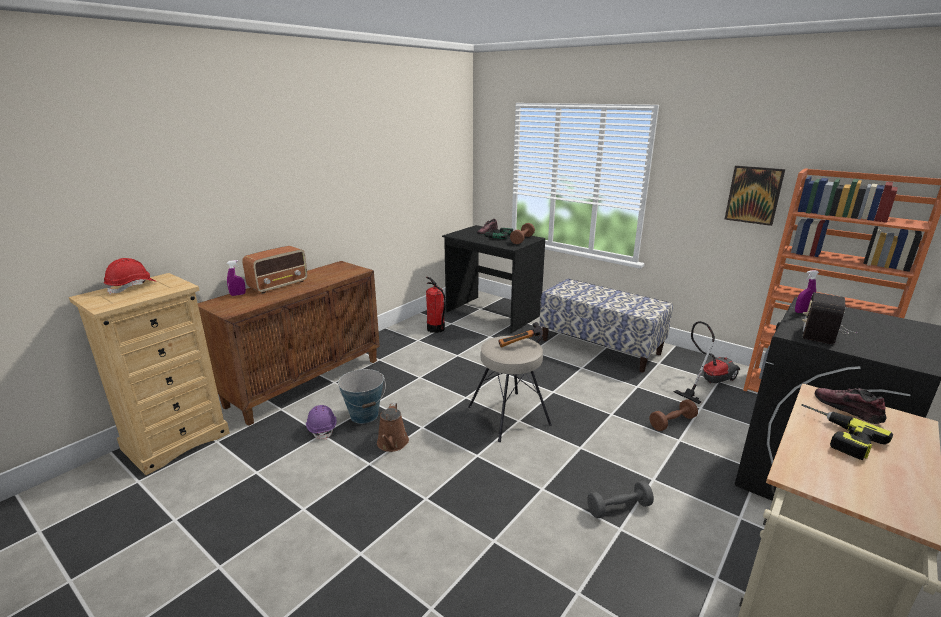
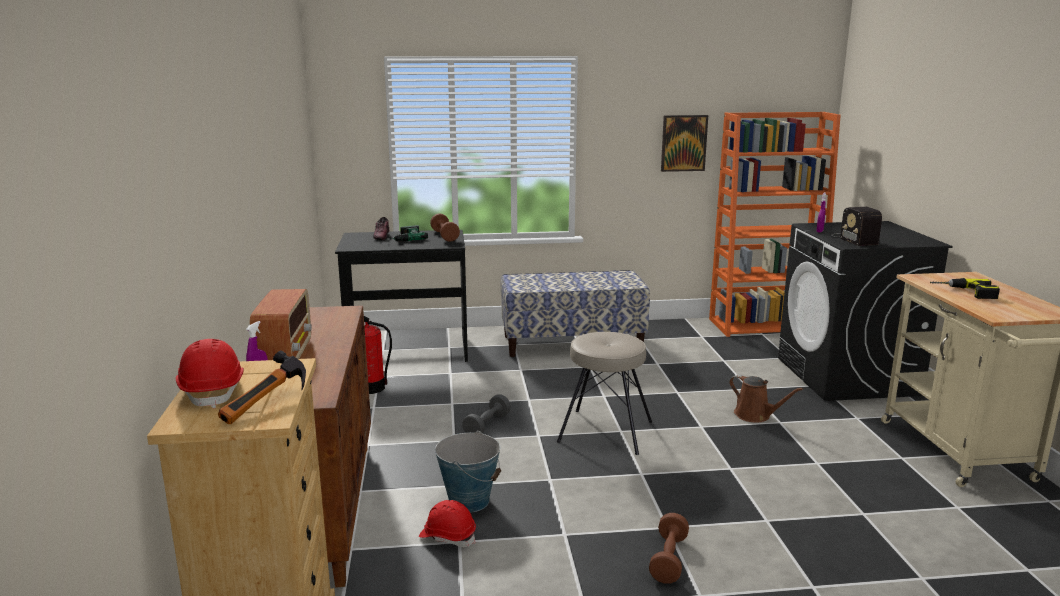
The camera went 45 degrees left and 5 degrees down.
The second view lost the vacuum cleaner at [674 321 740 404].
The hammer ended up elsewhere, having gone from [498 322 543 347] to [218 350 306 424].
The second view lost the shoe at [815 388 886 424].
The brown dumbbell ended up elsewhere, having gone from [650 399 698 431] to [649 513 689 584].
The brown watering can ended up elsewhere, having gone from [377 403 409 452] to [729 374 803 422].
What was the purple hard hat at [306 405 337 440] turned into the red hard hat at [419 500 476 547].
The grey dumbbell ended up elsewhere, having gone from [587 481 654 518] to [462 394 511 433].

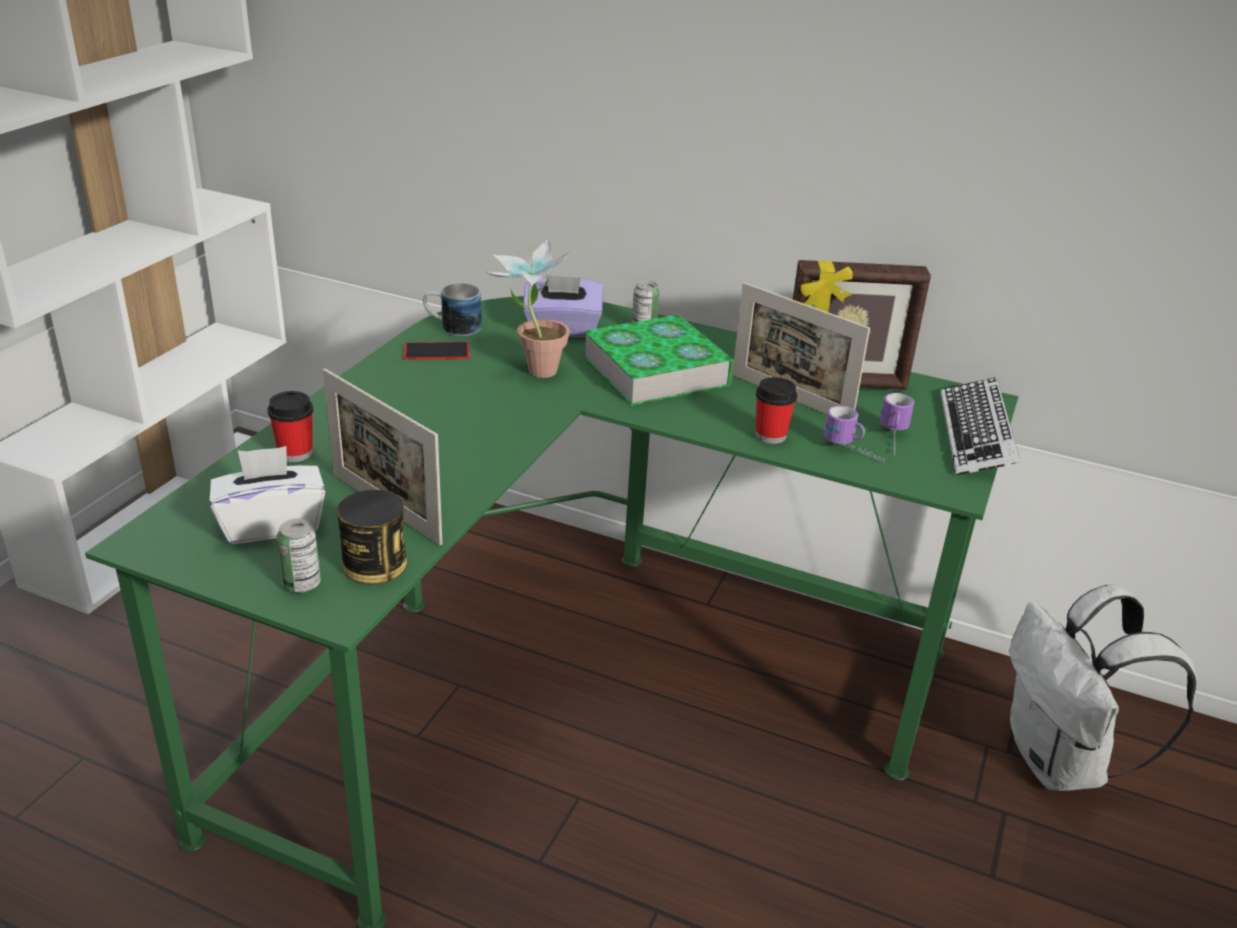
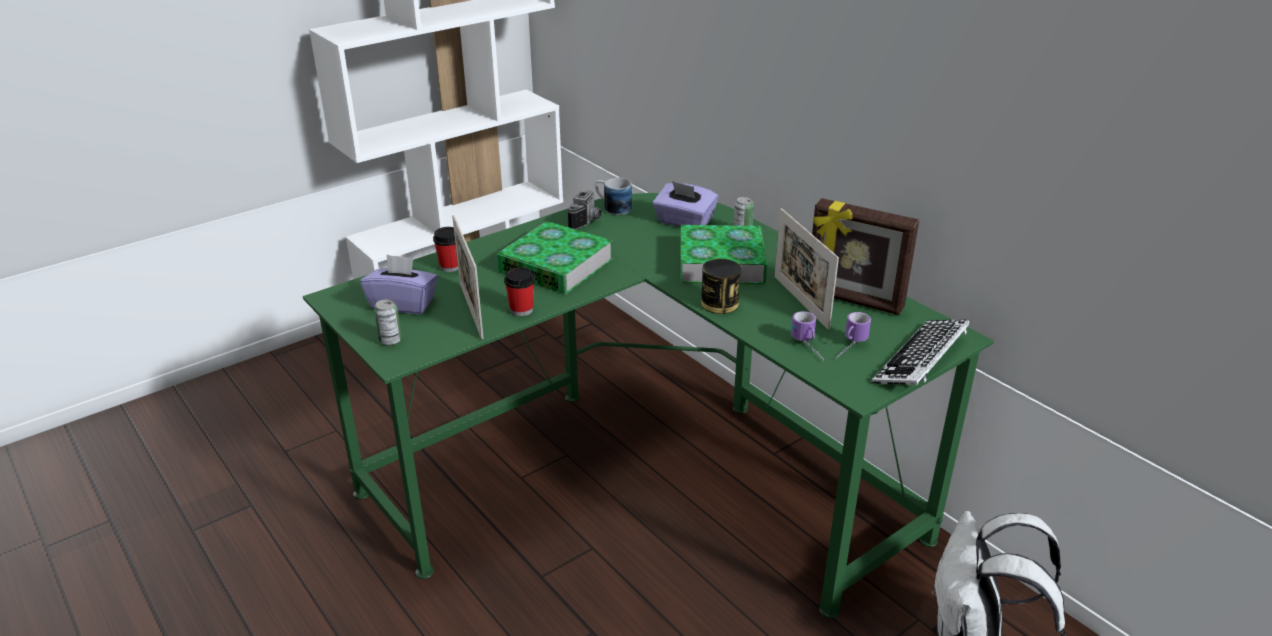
The camera went 30 degrees right and 0 degrees up.
The second view lost the potted plant at [487 238 570 378].
Where the phone stood at [404 342 470 360], the photo camera came to stand at [568 190 601 229].
The cup ended up elsewhere, having gone from [755 377 797 444] to [504 267 535 316].
What was the white tissue box at [210 446 325 544] turned into the purple tissue box at [360 255 438 314].
The can ended up elsewhere, having gone from [337 490 407 584] to [701 259 741 314].
The second view gained the book at [497 221 613 294].

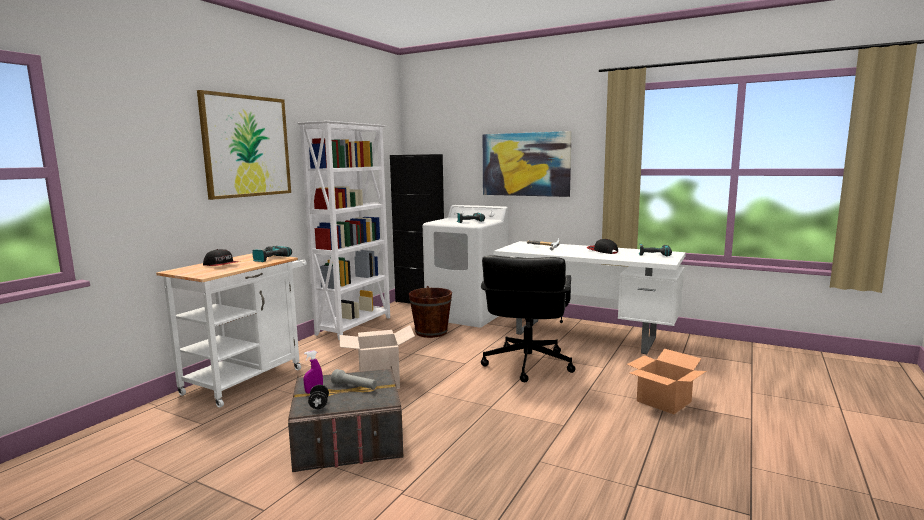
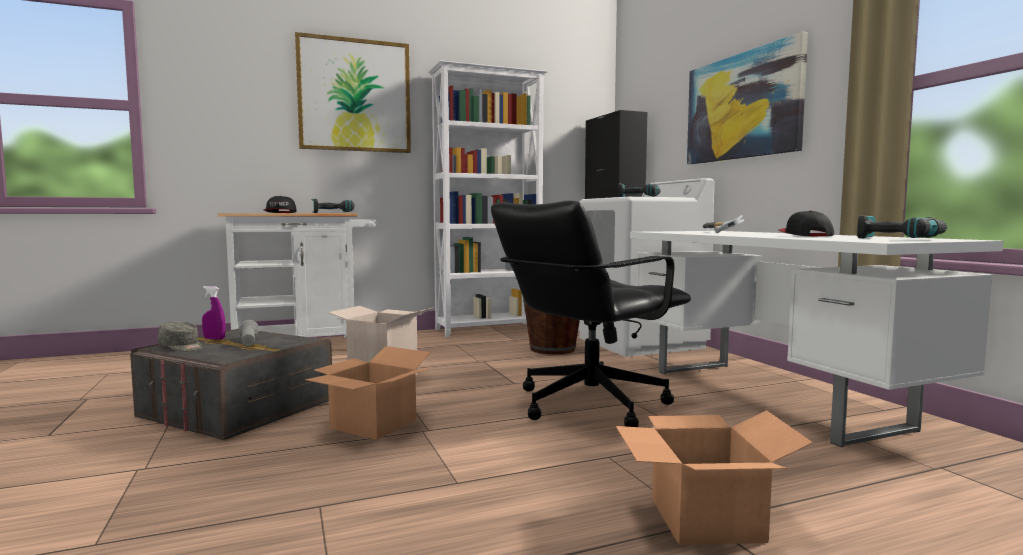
The camera went 40 degrees right and 5 degrees down.
Where the black dumbbell stood at [308 385 329 409], the grey cap came to stand at [158 321 203 352].
The second view gained the cardboard box at [305 346 431 440].

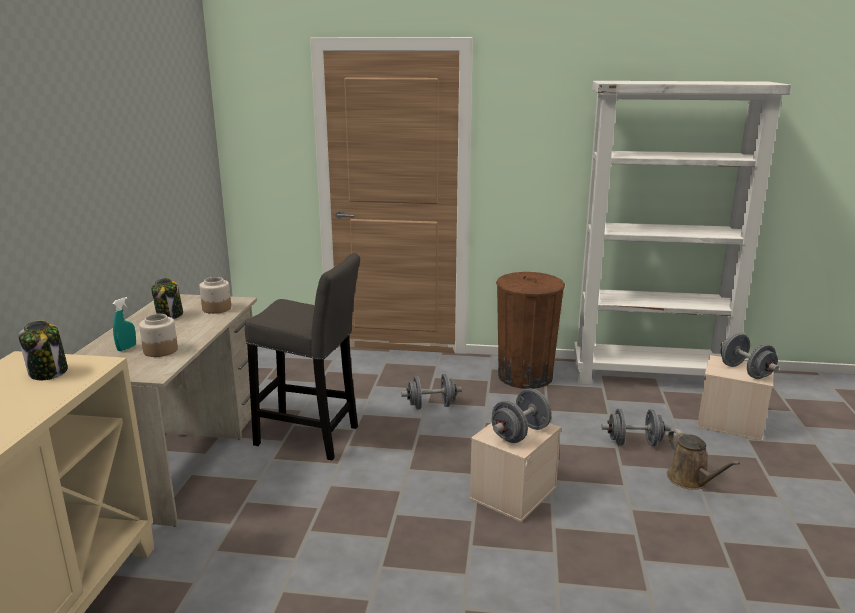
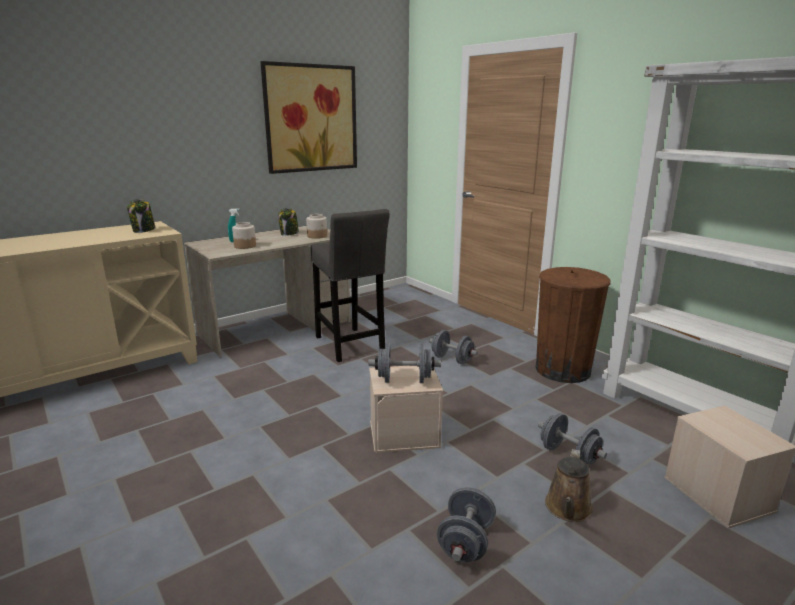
The camera went 45 degrees right and 0 degrees up.
The grey dumbbell ended up elsewhere, having gone from [721 333 779 379] to [437 487 496 563].
The second view gained the picture at [260 61 357 174].

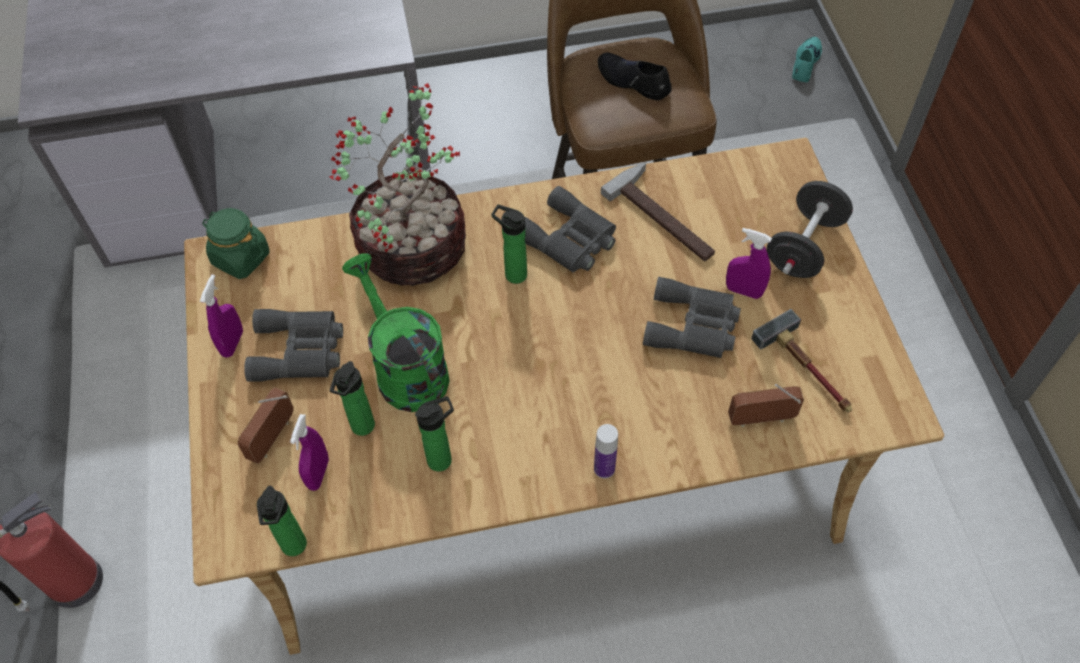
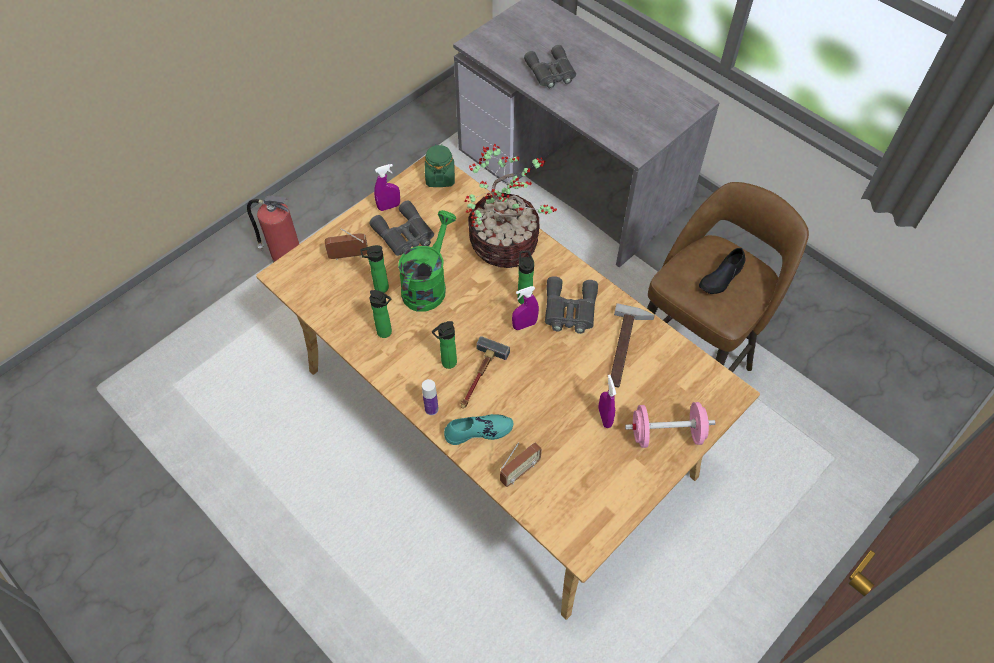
The camera went 55 degrees right and 0 degrees up.
The turquoise shoe ended up elsewhere, having gone from [792 37 822 82] to [444 414 513 445].
The black shoe at [598 53 672 100] ended up facing another way, 135 degrees counterclockwise from before.
What was the black dumbbell at [767 181 853 278] turned into the pink dumbbell at [625 402 715 448].
The grey binoculars ended up elsewhere, having gone from [643 277 741 358] to [524 45 576 88].
The hammer ended up elsewhere, having gone from [751 309 852 412] to [461 336 510 409].
The radio at [728 384 804 427] ended up facing another way, 90 degrees clockwise from before.
The purple spray bottle ended up elsewhere, having gone from [290 414 329 491] to [512 286 539 330].
The bottle ended up elsewhere, having gone from [257 486 307 556] to [432 321 457 369].

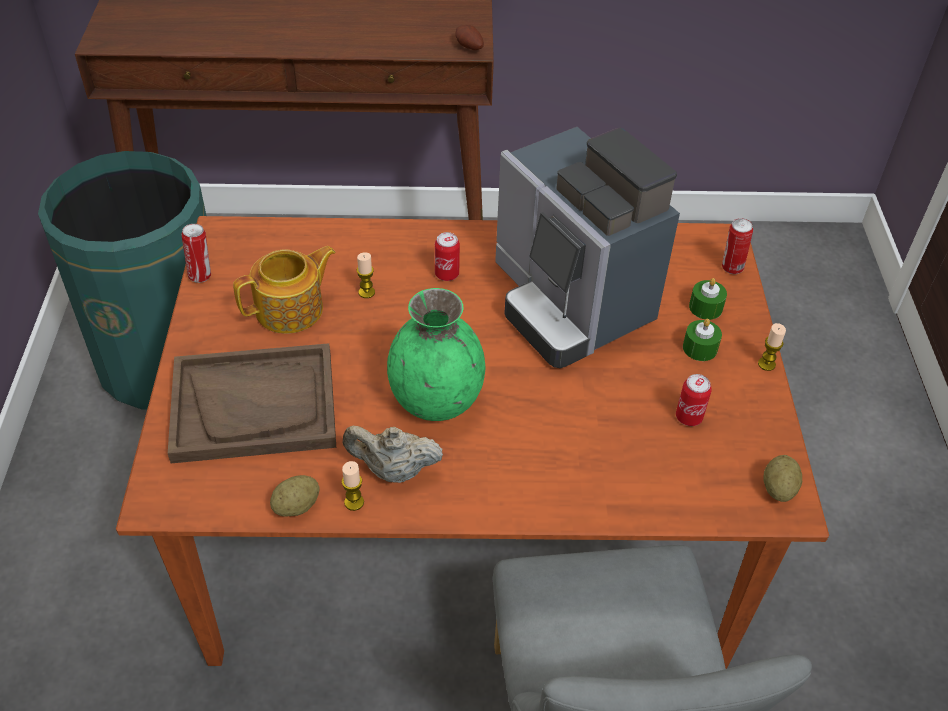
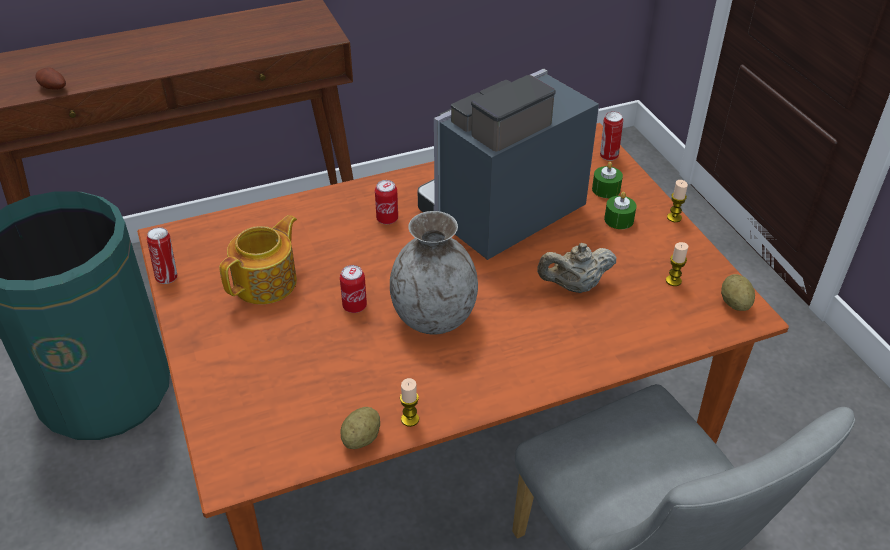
The camera went 20 degrees left and 5 degrees down.
The potato ended up elsewhere, having gone from [455 25 484 50] to [36 67 66 90].
The coffee machine at [495 127 680 368] ended up facing another way, 105 degrees clockwise from before.
The candle ended up elsewhere, having gone from [357 252 375 298] to [666 242 688 286].
What was the green vase at [387 288 485 421] turned into the grey vase at [390 211 478 335].
The second view lost the brown tray at [168 343 336 463].
The can ended up elsewhere, having gone from [676 374 712 426] to [340 265 367 313].
The beige teapot ended up elsewhere, having gone from [343 426 443 483] to [537 243 617 293].

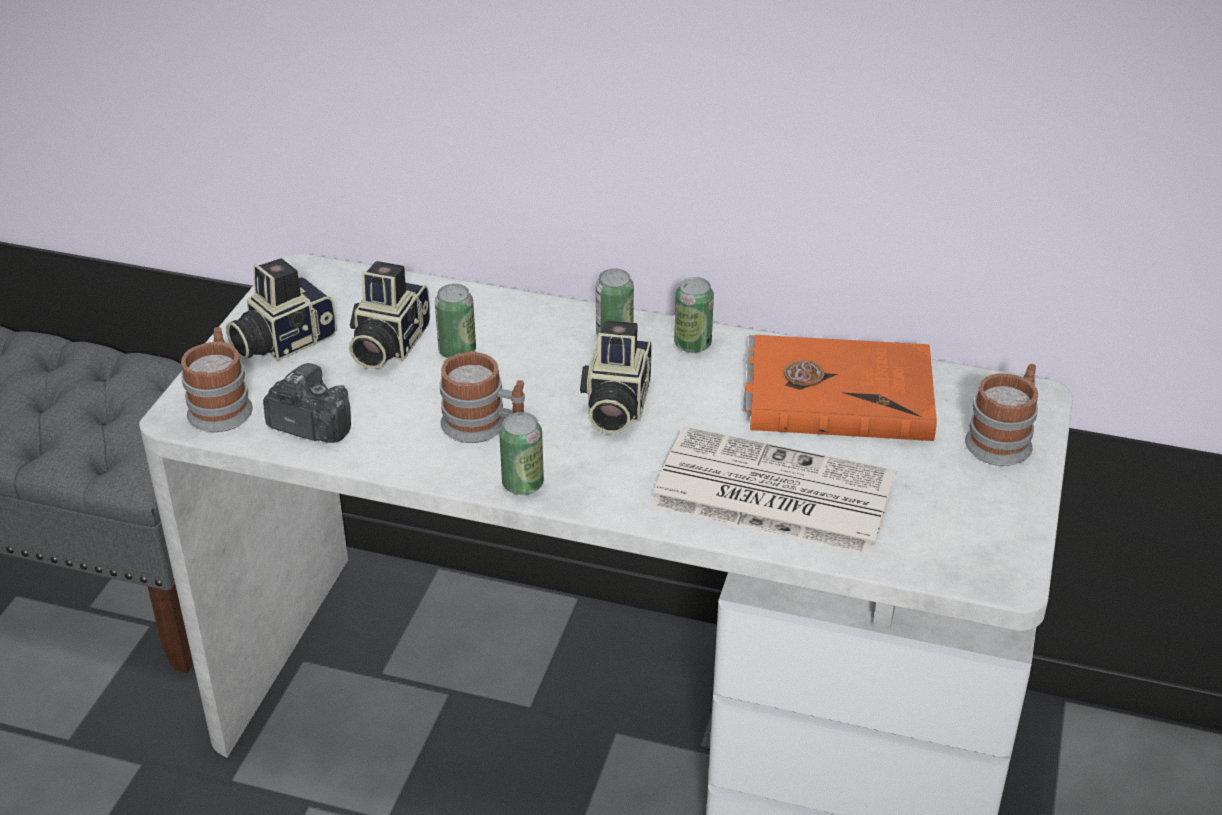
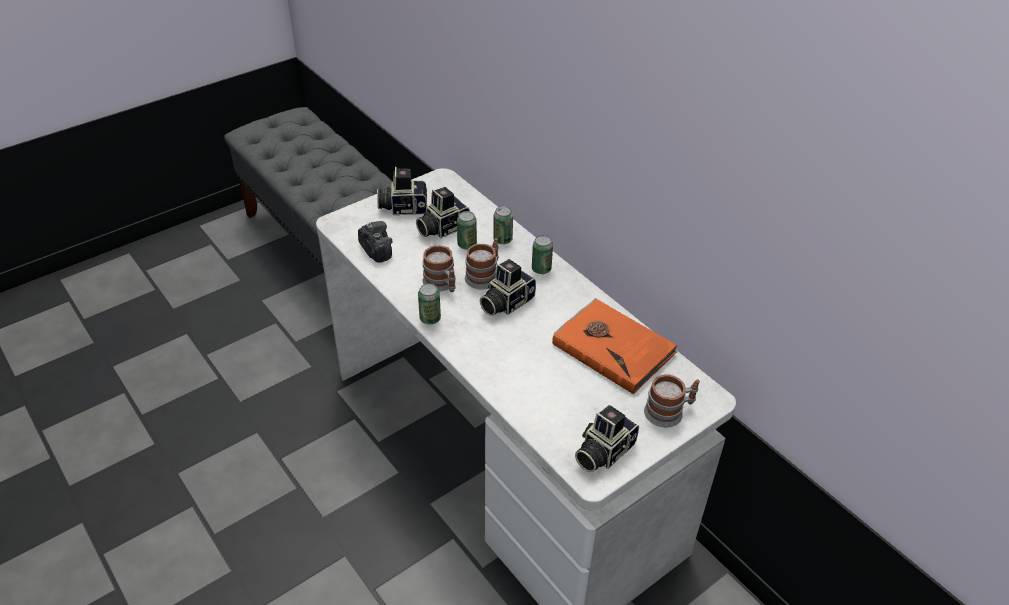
The camera went 35 degrees right and 5 degrees up.
The can ended up elsewhere, having gone from [674 277 714 353] to [493 206 513 244].
The mug ended up elsewhere, having gone from [181 327 253 432] to [465 238 499 290].
The second view lost the newspaper at [650 427 896 555].
The second view gained the photo camera at [575 405 639 473].

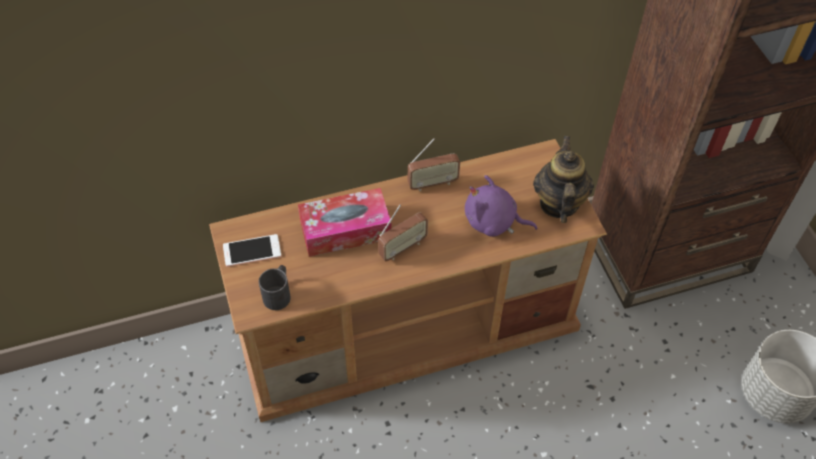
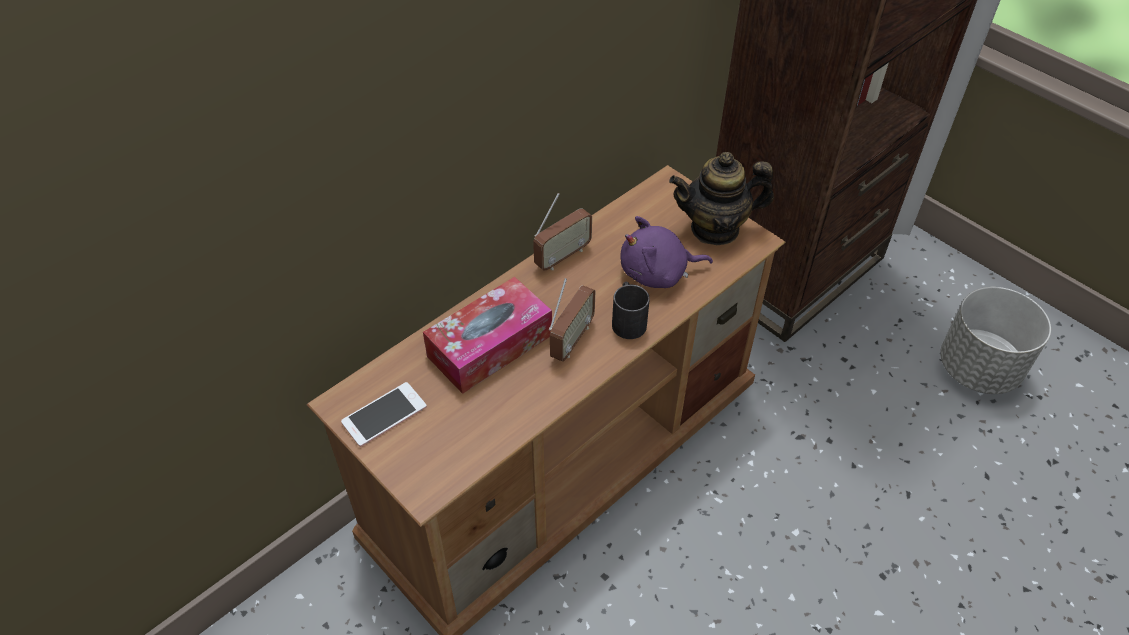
The camera went 25 degrees left and 5 degrees down.
The teapot at [533 136 594 223] ended up facing another way, 75 degrees counterclockwise from before.
The black mug ended up elsewhere, having gone from [259 265 291 310] to [612 282 650 339].

